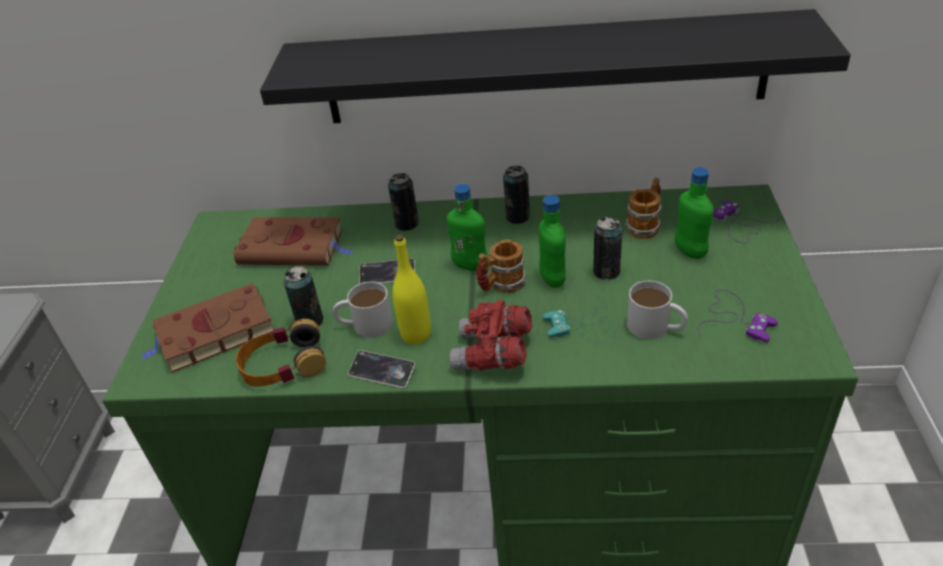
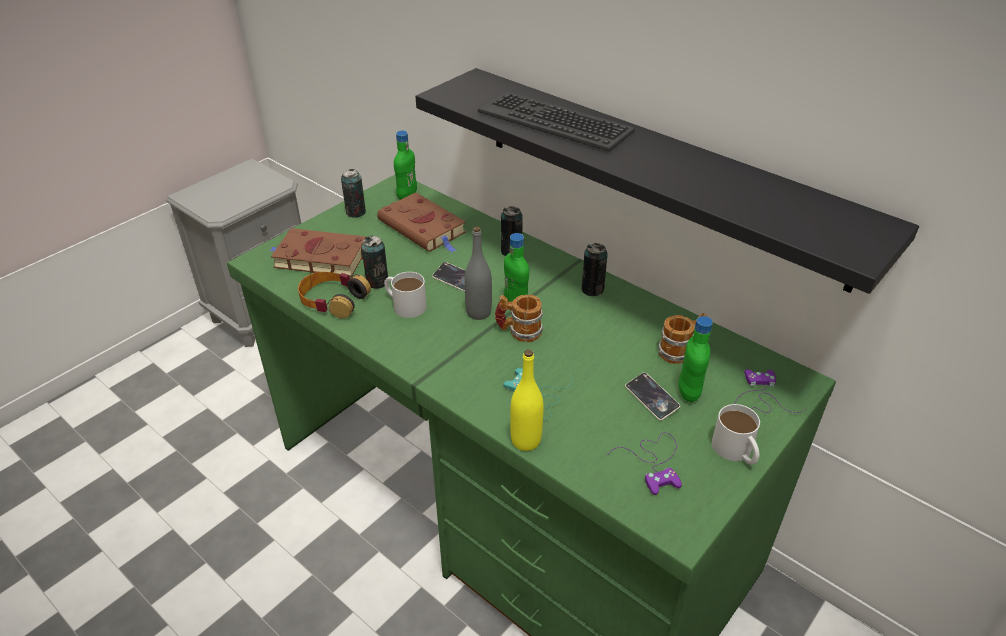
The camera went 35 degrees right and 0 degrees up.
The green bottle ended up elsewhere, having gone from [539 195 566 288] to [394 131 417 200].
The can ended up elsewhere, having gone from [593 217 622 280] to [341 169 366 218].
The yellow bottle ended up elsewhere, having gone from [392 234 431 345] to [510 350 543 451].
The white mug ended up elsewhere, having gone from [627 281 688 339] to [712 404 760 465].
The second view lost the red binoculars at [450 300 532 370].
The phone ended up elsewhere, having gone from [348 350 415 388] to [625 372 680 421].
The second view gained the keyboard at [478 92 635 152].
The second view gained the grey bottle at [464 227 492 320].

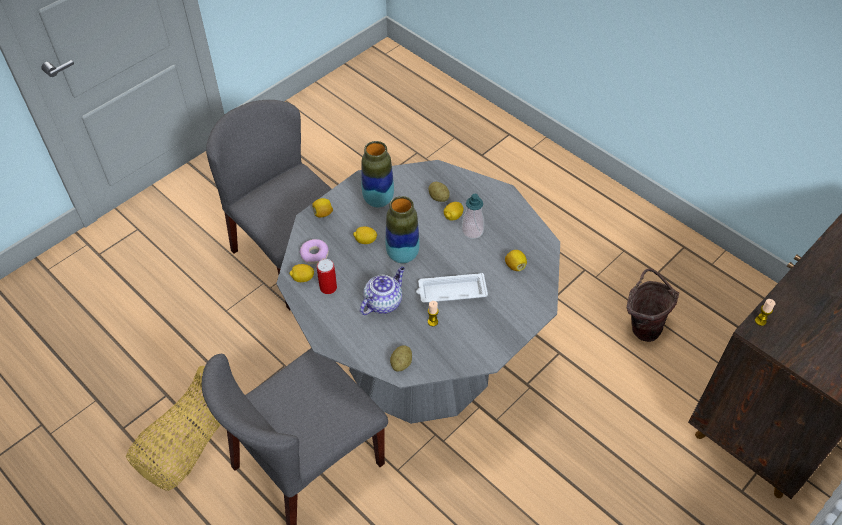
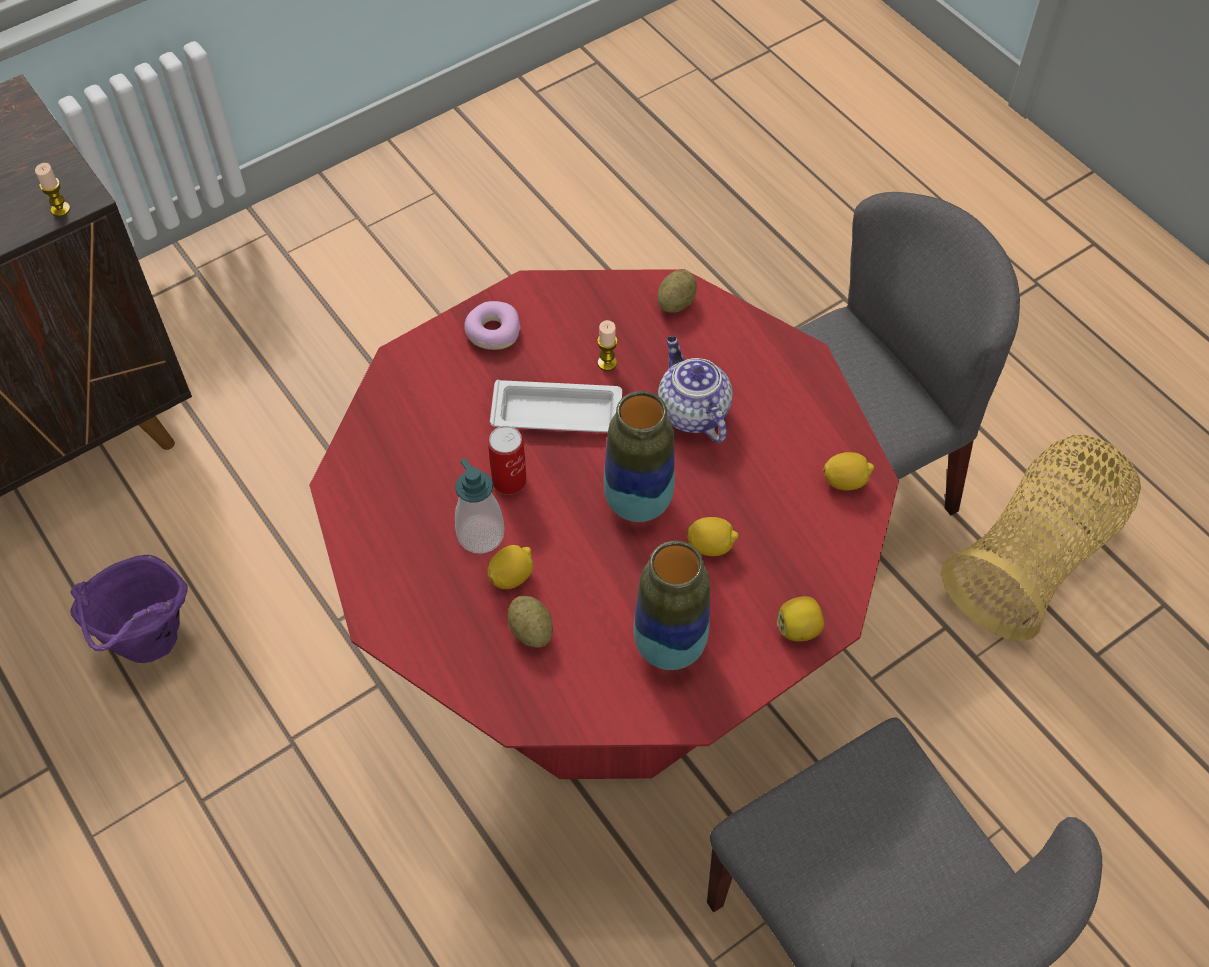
The camera went 170 degrees left and 5 degrees up.
What was the grey dining table at [276 160 560 424] turned into the red dining table at [309 269 899 779].
The donut ended up elsewhere, having gone from [300 239 329 264] to [464 301 521 350].
The second view lost the lemon at [505 250 527 271].
The can ended up elsewhere, having gone from [317 259 337 294] to [488 426 527 495].
The teapot at [360 267 405 315] ended up facing another way, 105 degrees clockwise from before.
What was the brown bucket at [627 269 679 342] turned into the purple bucket at [70 555 188 663].

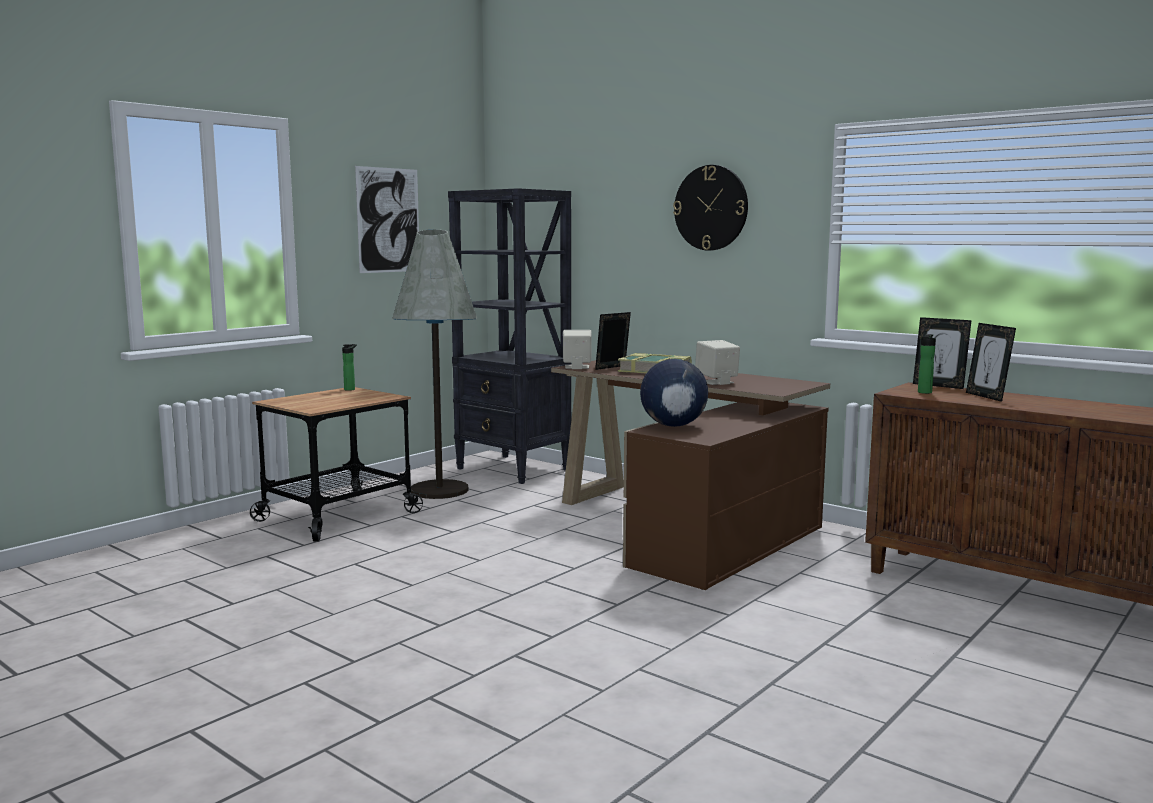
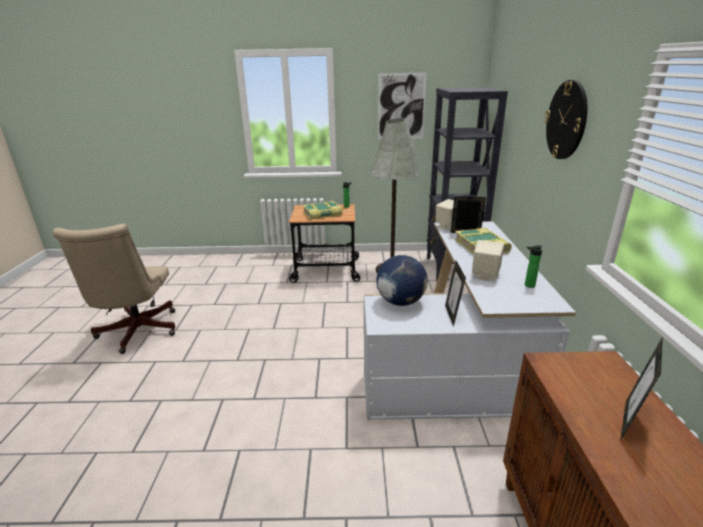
The camera went 50 degrees right and 15 degrees up.
The picture frame ended up elsewhere, having gone from [913 317 972 389] to [445 261 466 327].
The bottle ended up elsewhere, having gone from [918 334 936 394] to [525 245 543 288].
What was the brown desk at [551 360 830 590] turned into the white desk at [364 221 576 420].
The second view gained the book at [303 201 343 219].
The second view gained the beige office chair at [53 224 175 354].

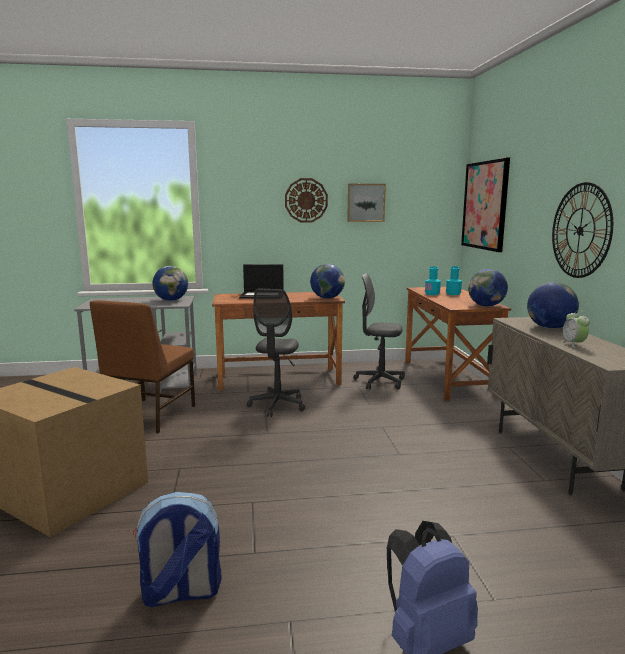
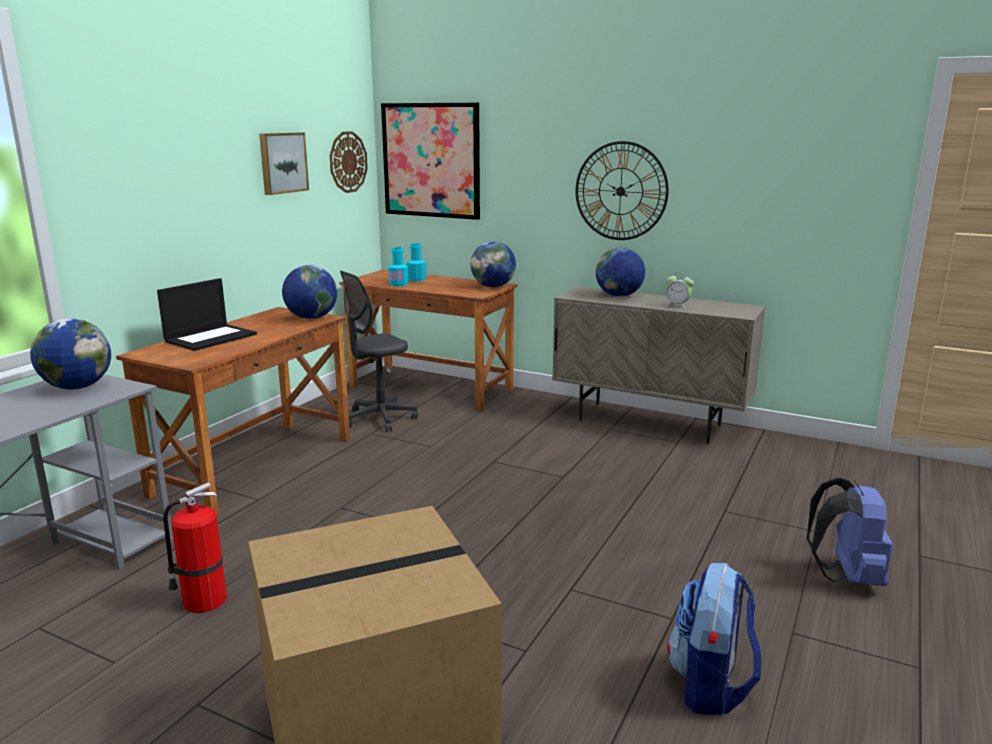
The camera went 55 degrees left and 5 degrees up.
The wall clock ended up elsewhere, having gone from [285 178 328 223] to [330 131 368 193].
The second view lost the grey office chair at [247 289 305 417].
Where the brown chair stood at [90 300 195 433], the fire extinguisher came to stand at [163 482 227 613].

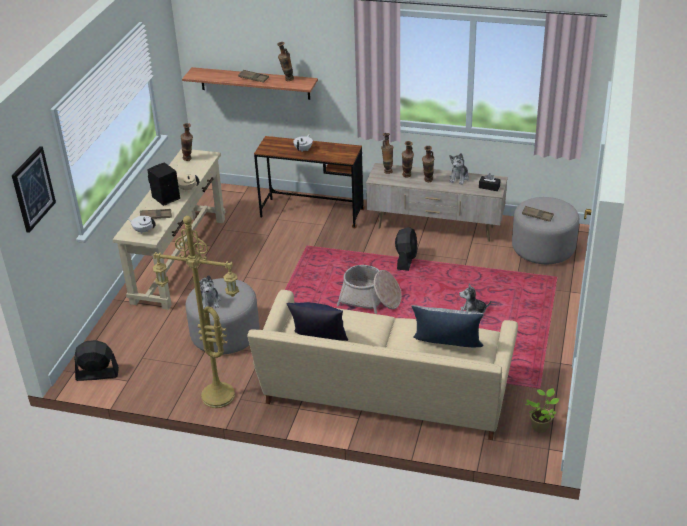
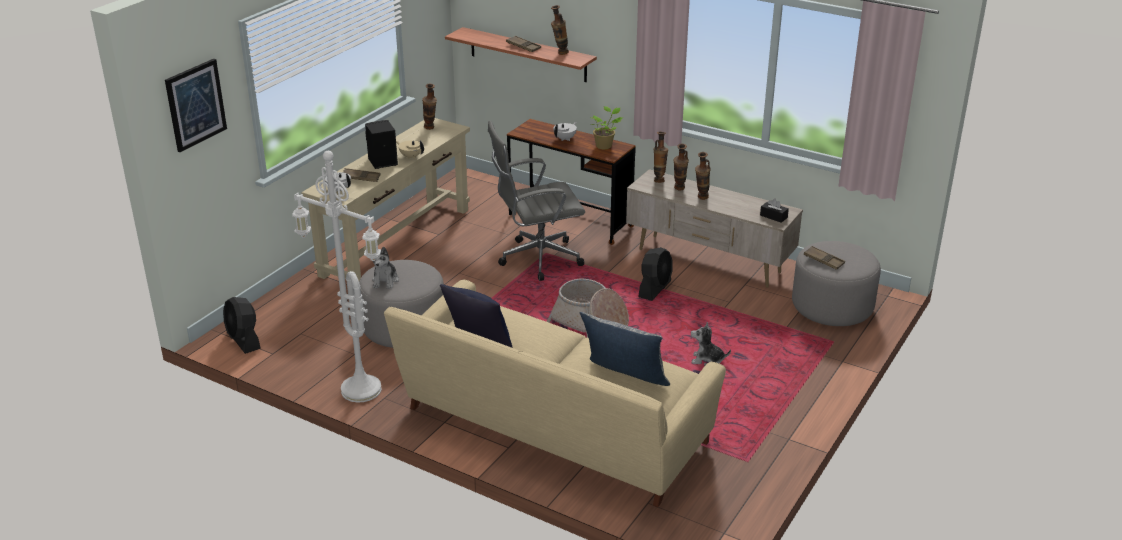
The camera went 15 degrees right and 5 degrees down.
The second view lost the plush toy at [449 153 469 185].
What was the yellow floor lamp at [153 216 239 408] turned into the white floor lamp at [292 151 382 403].
The black fan at [74 340 119 381] ended up facing another way, 135 degrees counterclockwise from before.
The potted plant ended up elsewhere, having gone from [525 388 559 433] to [589 106 623 149].
The second view gained the grey office chair at [488 121 585 281].

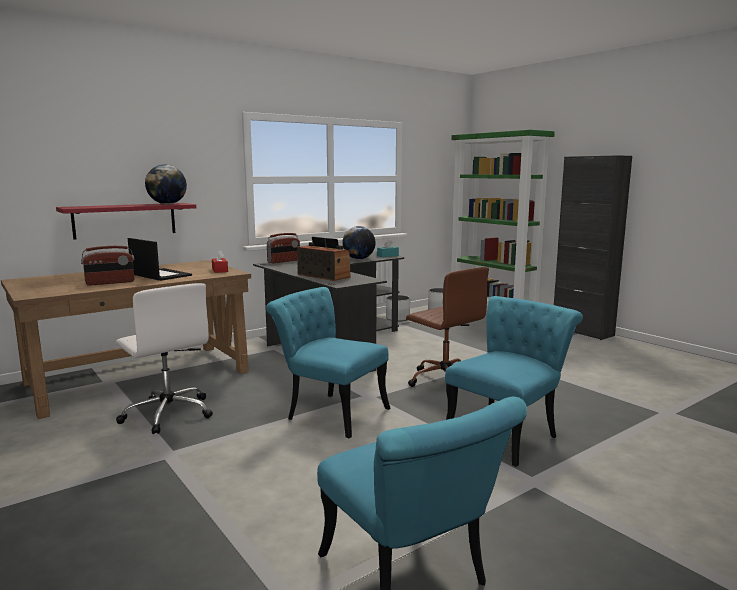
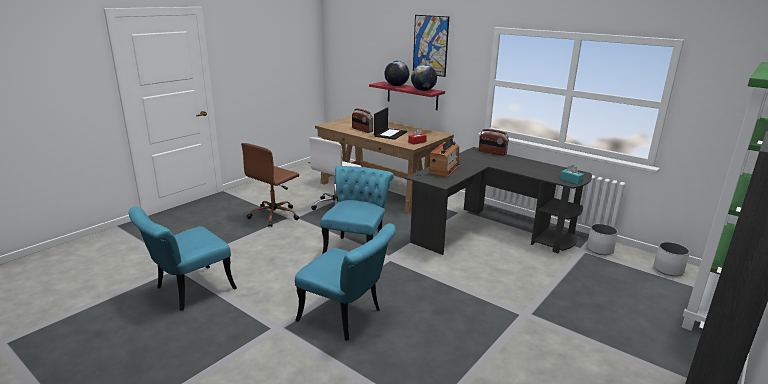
The camera went 75 degrees right and 10 degrees up.
The globe ended up elsewhere, having gone from [342 226 376 259] to [384 61 409 86].
The brown office chair ended up elsewhere, having gone from [406 267 489 387] to [241 143 299 227].
The second view gained the picture at [413 15 449 77].

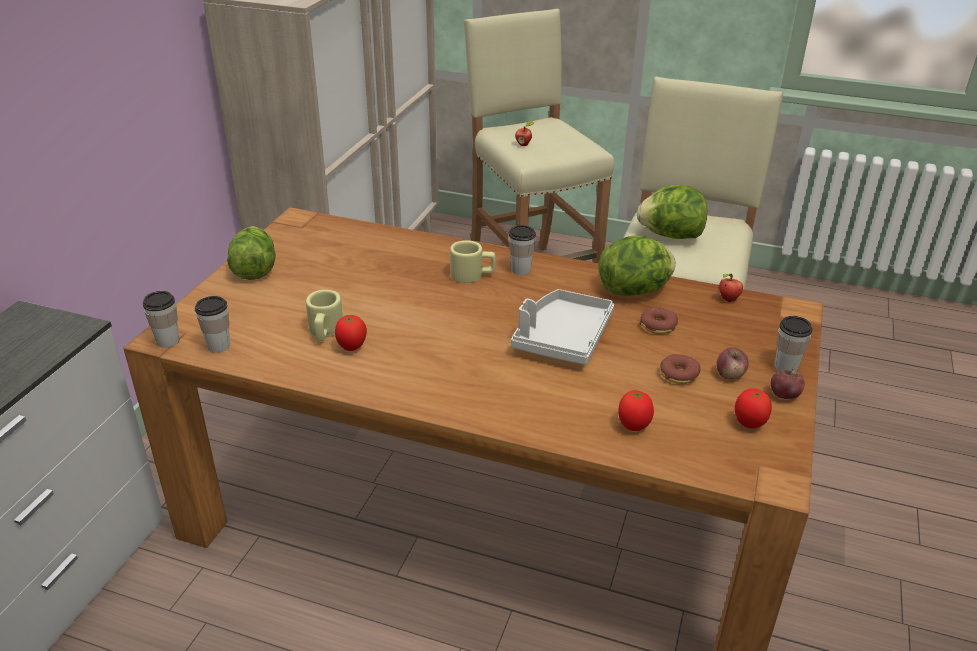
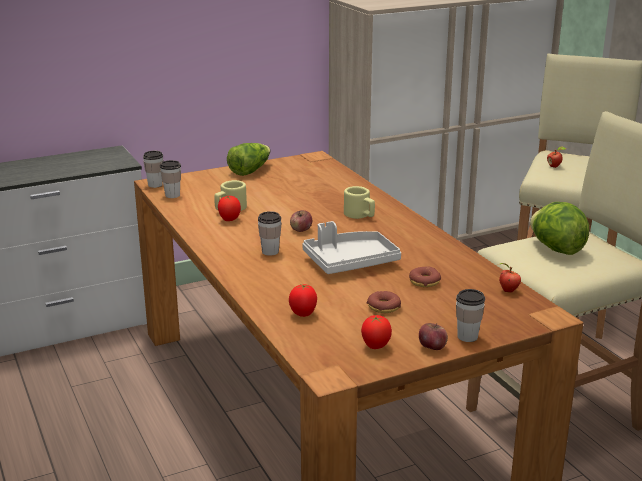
The camera went 45 degrees right and 10 degrees down.
The cup ended up elsewhere, having gone from [508 225 536 275] to [258 211 281 256].
The second view lost the lettuce at [598 236 675 296].
The apple ended up elsewhere, having gone from [717 348 749 380] to [290 210 312 232].

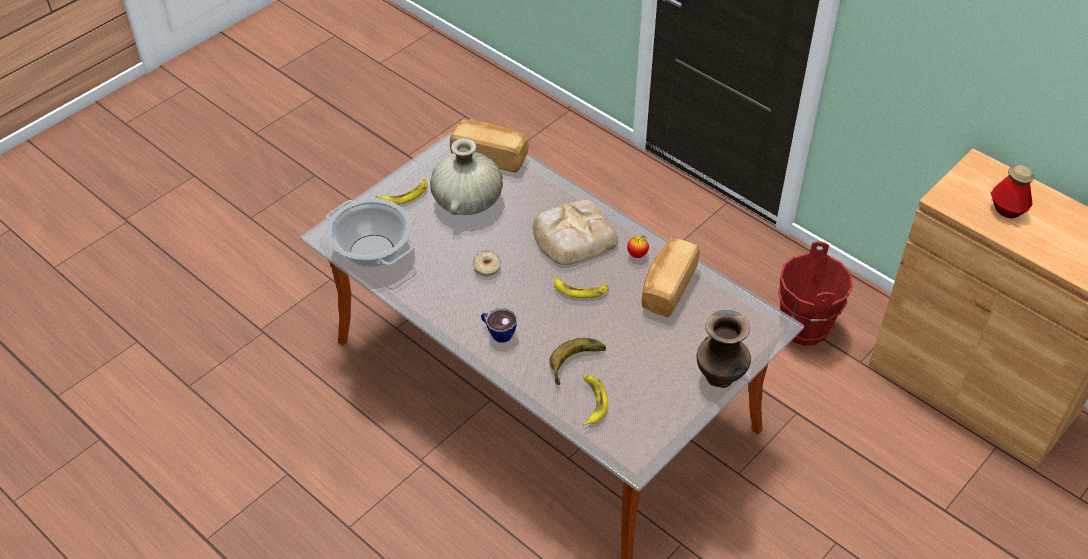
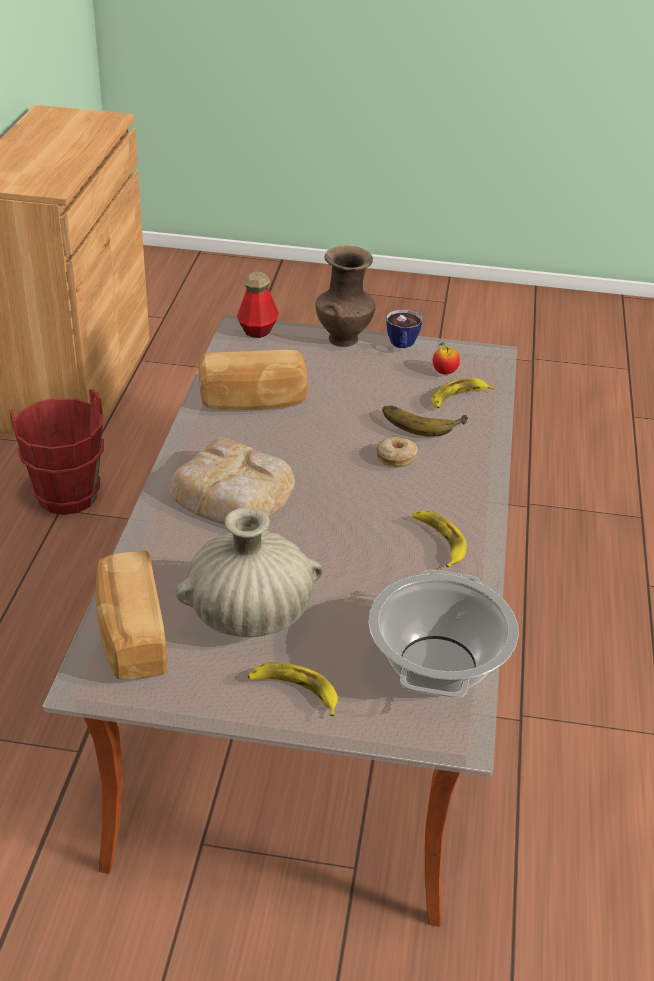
The camera went 125 degrees left and 10 degrees down.
The bottle ended up elsewhere, having gone from [991 165 1035 219] to [237 272 279 338].
The apple ended up elsewhere, having gone from [627 235 649 258] to [433 342 460 375].
The donut ended up elsewhere, having gone from [473 250 501 277] to [377 437 418 467].
The banana ended up elsewhere, having gone from [553 275 609 298] to [413 511 467 567].
The cup ended up elsewhere, having gone from [481 308 517 343] to [386 310 422 348].

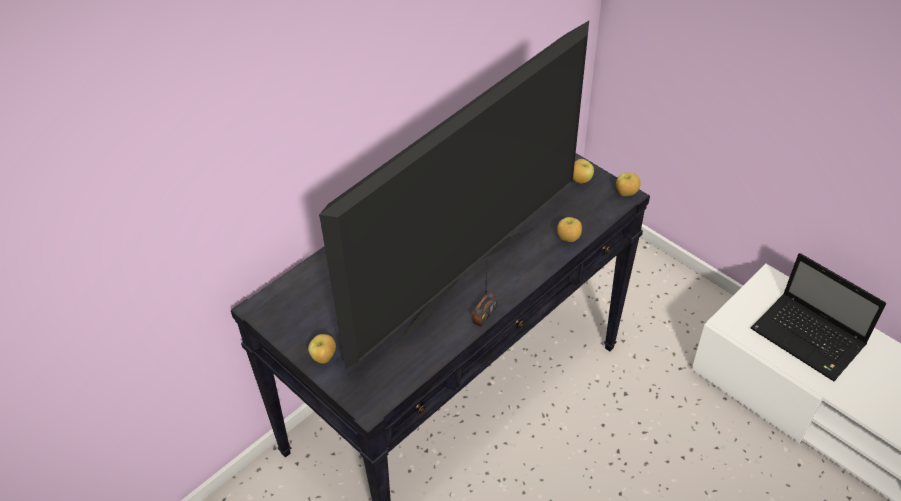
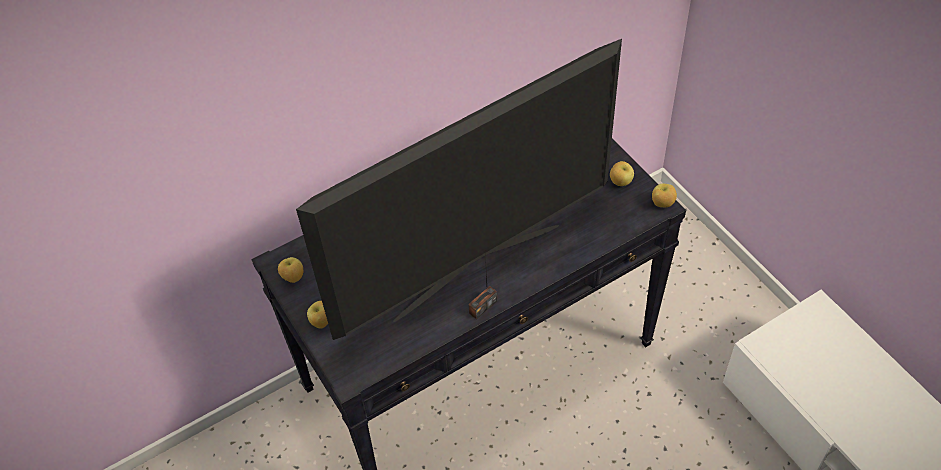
The camera went 15 degrees right and 5 degrees up.
The apple ended up elsewhere, having gone from [557 217 582 242] to [278 257 303 283].
The second view lost the laptop at [751 253 886 382].

